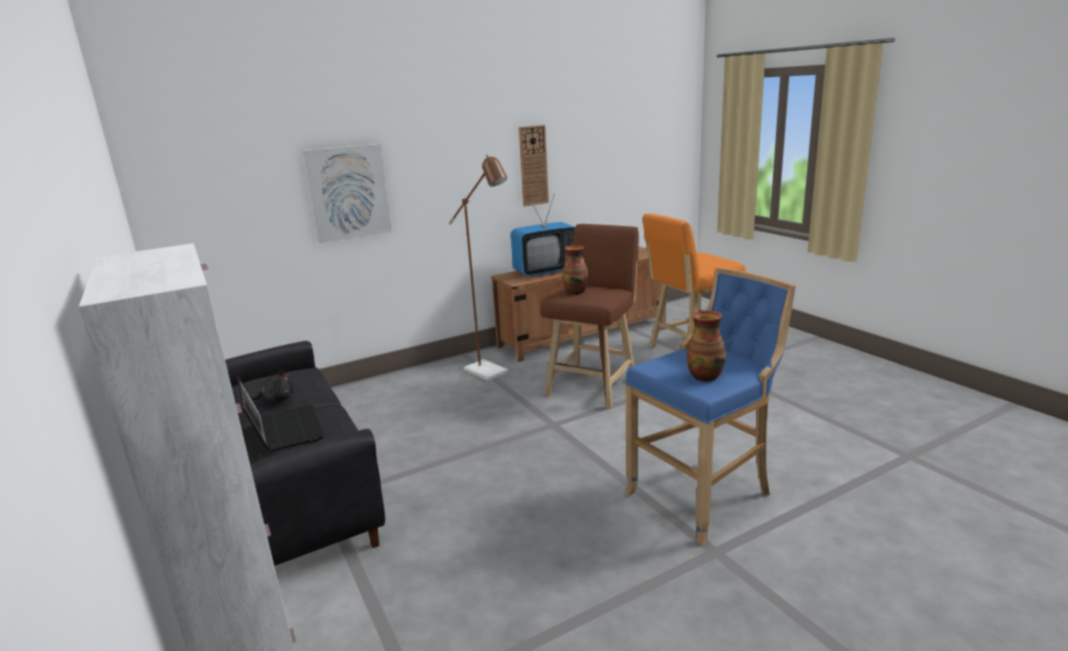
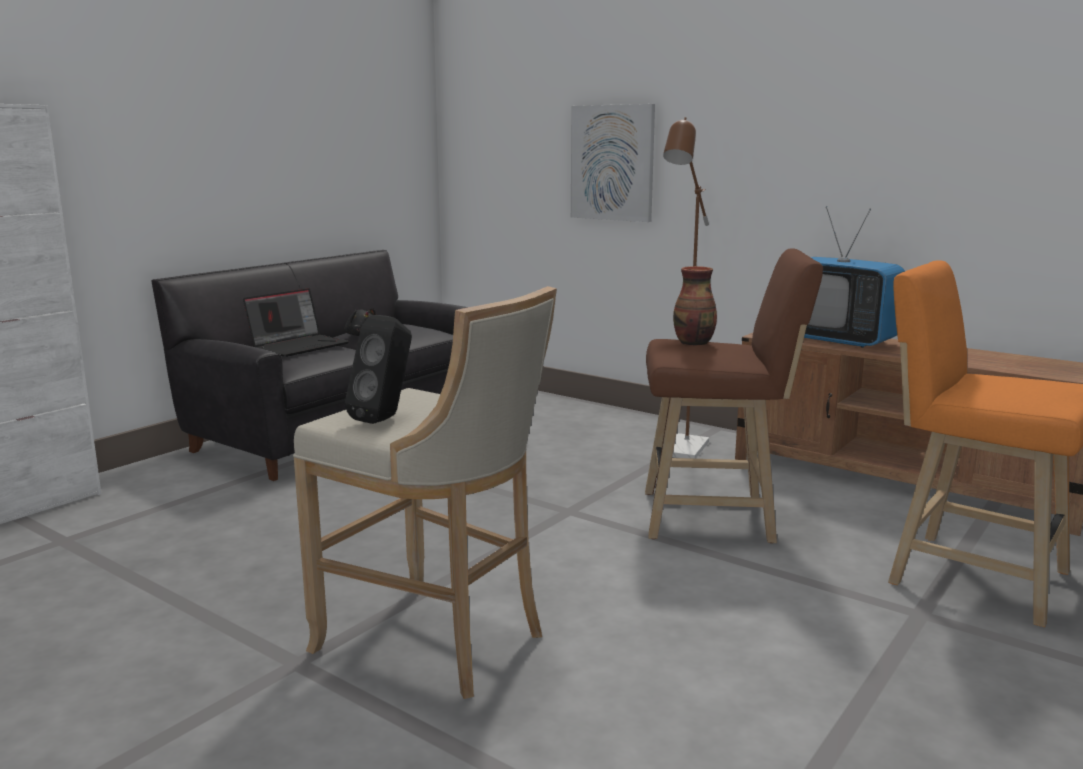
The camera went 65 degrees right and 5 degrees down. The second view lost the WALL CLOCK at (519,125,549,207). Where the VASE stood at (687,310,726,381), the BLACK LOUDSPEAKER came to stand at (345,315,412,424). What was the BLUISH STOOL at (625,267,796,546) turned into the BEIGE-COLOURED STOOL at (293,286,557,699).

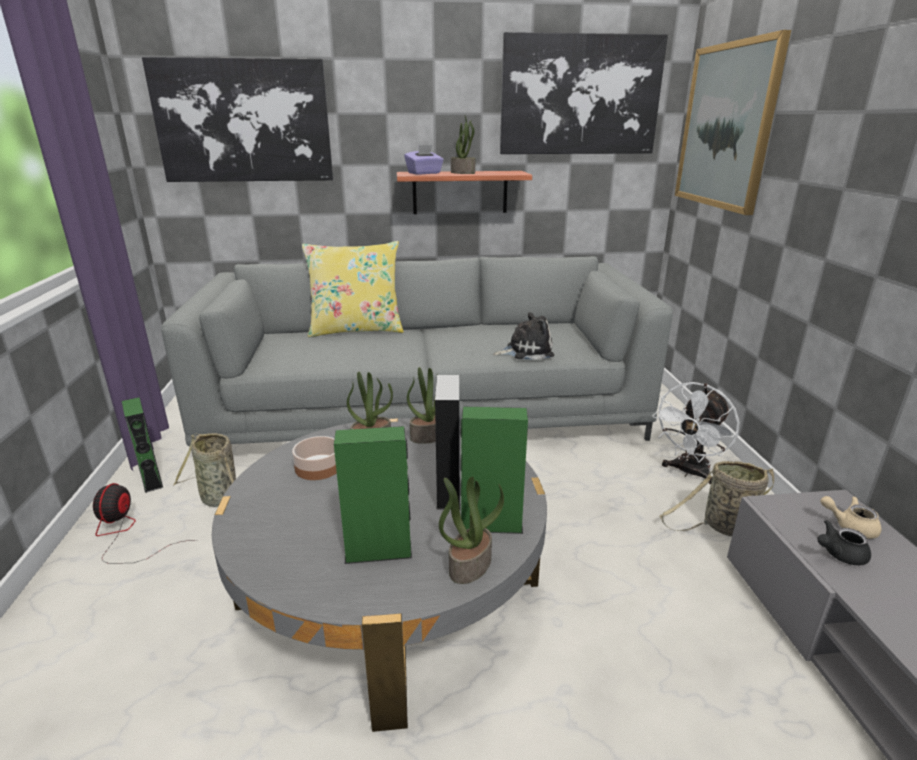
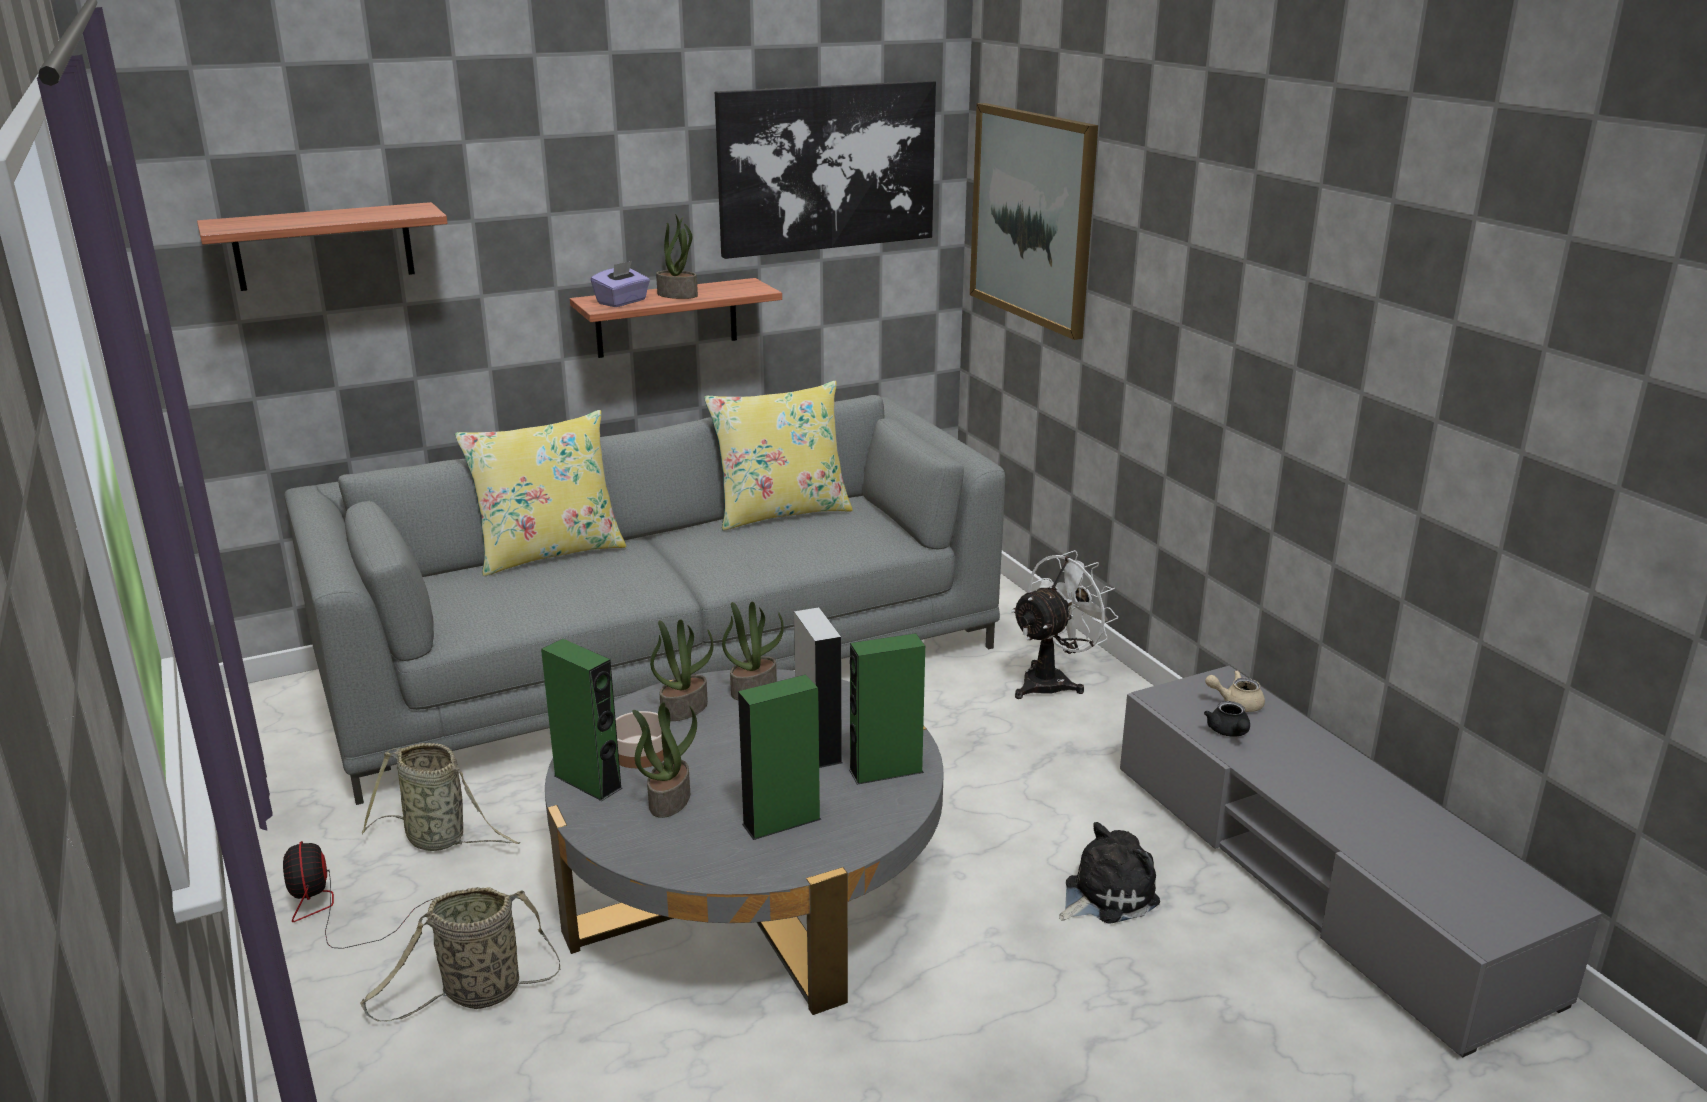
The camera went 20 degrees left and 0 degrees up. The second view gained the YELLOWISH PILLOW at (704,381,853,531). The GREEN-COLOURED LOUDSPEAKER ended up elsewhere, having gone from (122,397,163,493) to (541,639,622,801). The HOUSEPLANT ended up elsewhere, having gone from (439,476,504,584) to (632,702,697,818). The SOFT TOY ended up elsewhere, having gone from (493,312,554,360) to (1059,822,1160,924). The HOUSEHOLD BASKET ended up elsewhere, having gone from (660,461,774,536) to (360,887,561,1022). Where the PICTURE hung at (142,57,333,182), the WALL SHELF came to hang at (197,202,447,291). The WHITE ELECTRIC FAN at (653,382,740,484) ended up facing another way, 150 degrees counterclockwise from before. The BLACK POT FOR TEA at (818,520,871,565) ended up facing another way, 60 degrees counterclockwise from before.

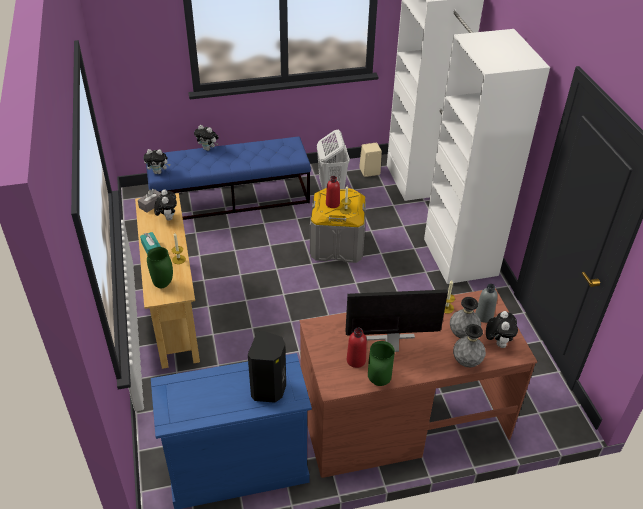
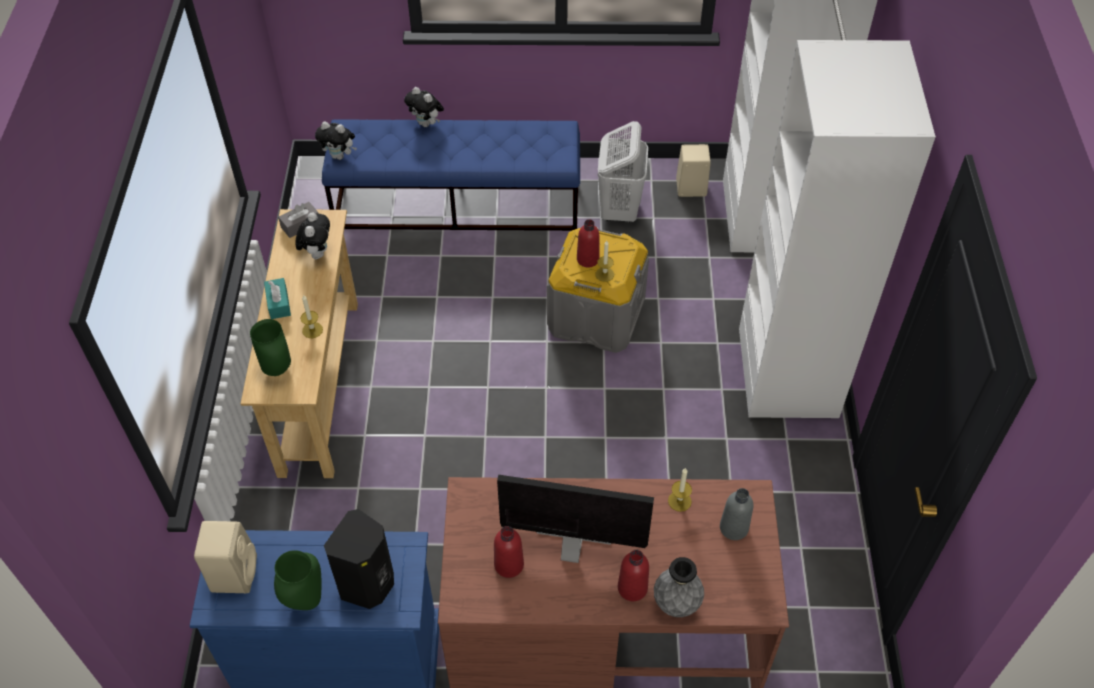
The camera went 15 degrees right and 10 degrees up. The second view lost the GREY VASE at (450,297,481,338). The second view lost the SOFT TOY at (486,311,518,348). The second view gained the BEIGE-COLOURED LOUDSPEAKER at (194,521,257,593). The second view gained the RED-COLOURED DRINK BOTTLE at (618,550,649,601). The GREEN-COLOURED VASE ended up elsewhere, having gone from (368,341,395,386) to (274,550,322,610).

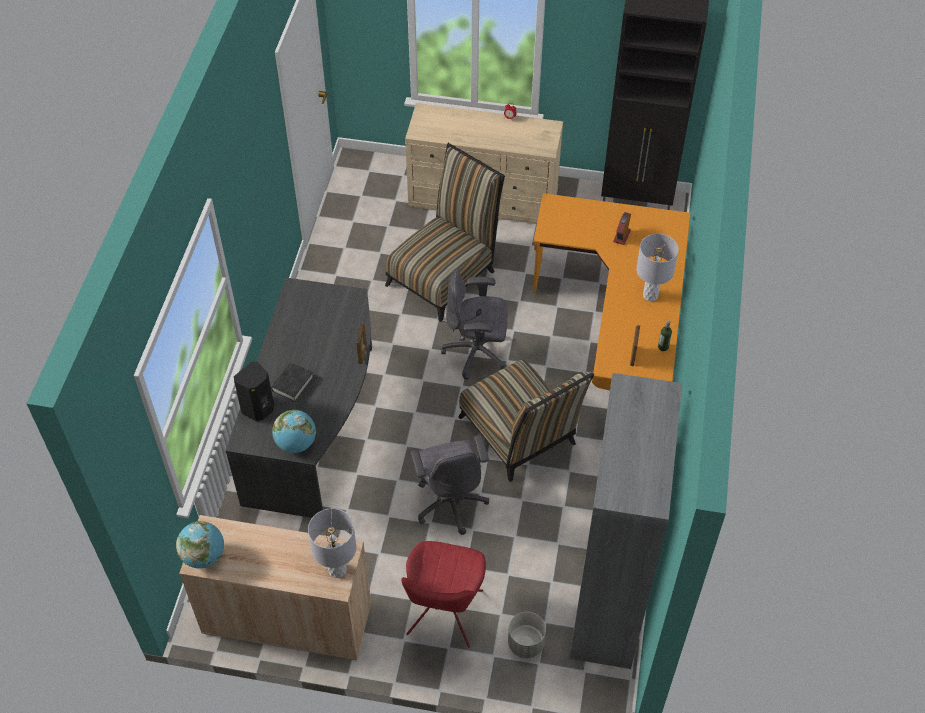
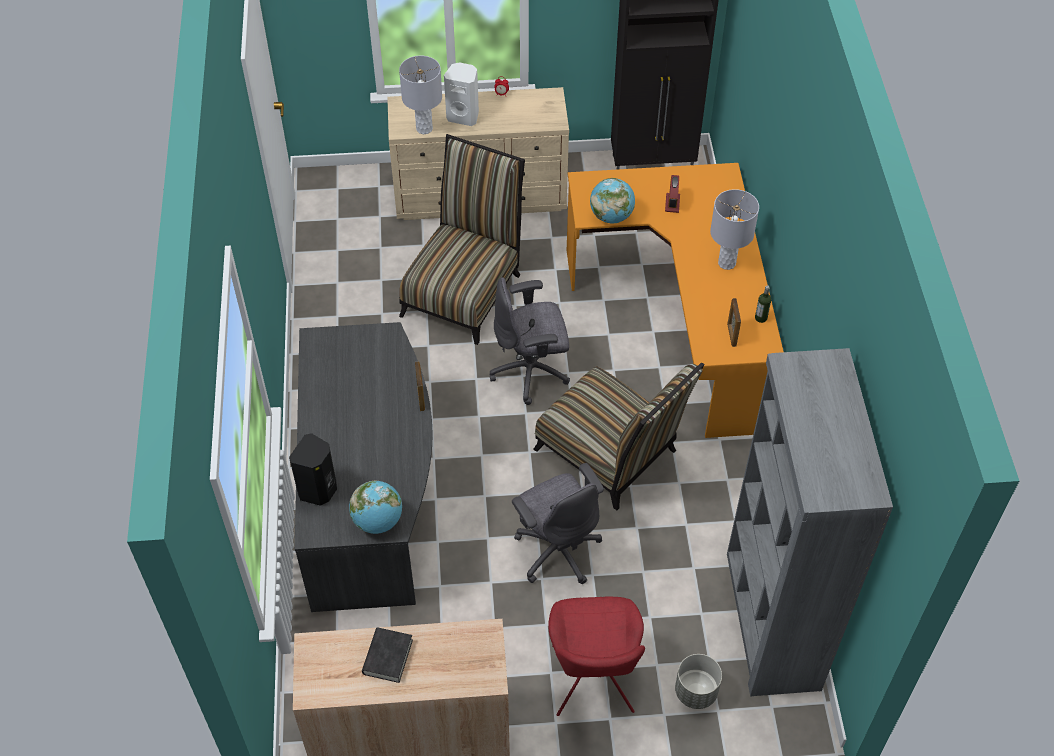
The camera went 15 degrees left and 0 degrees up. The second view gained the WHITE LOUDSPEAKER at (444,62,479,126). The WORLD GLOBE ended up elsewhere, having gone from (176,521,224,569) to (590,178,635,223). The BLACK BOOK ended up elsewhere, having gone from (271,362,314,402) to (362,628,413,683). The GREY TABLETOP LAMP ended up elsewhere, having gone from (308,508,356,578) to (399,56,442,134).

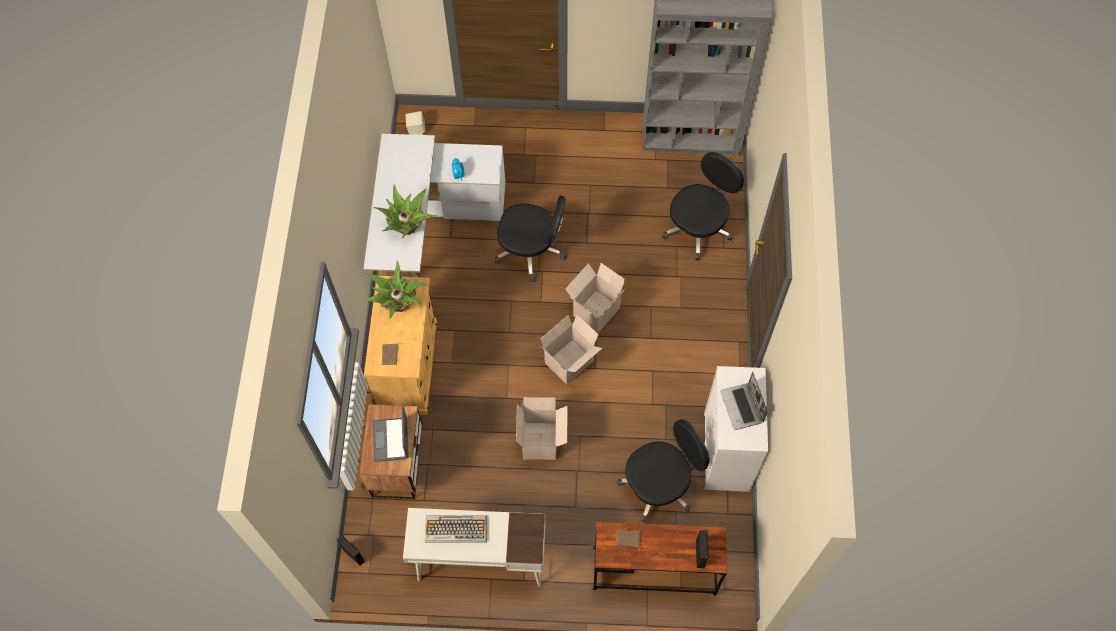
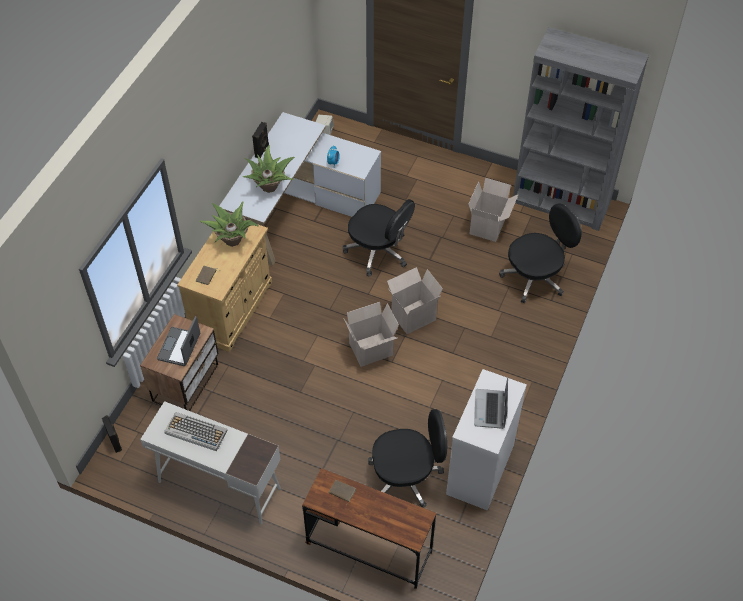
The camera went 20 degrees right and 10 degrees down. The CARTON ended up elsewhere, having gone from (516,397,568,460) to (468,178,519,242). The BLACK LOUDSPEAKER ended up elsewhere, having gone from (696,530,709,569) to (252,122,269,158).

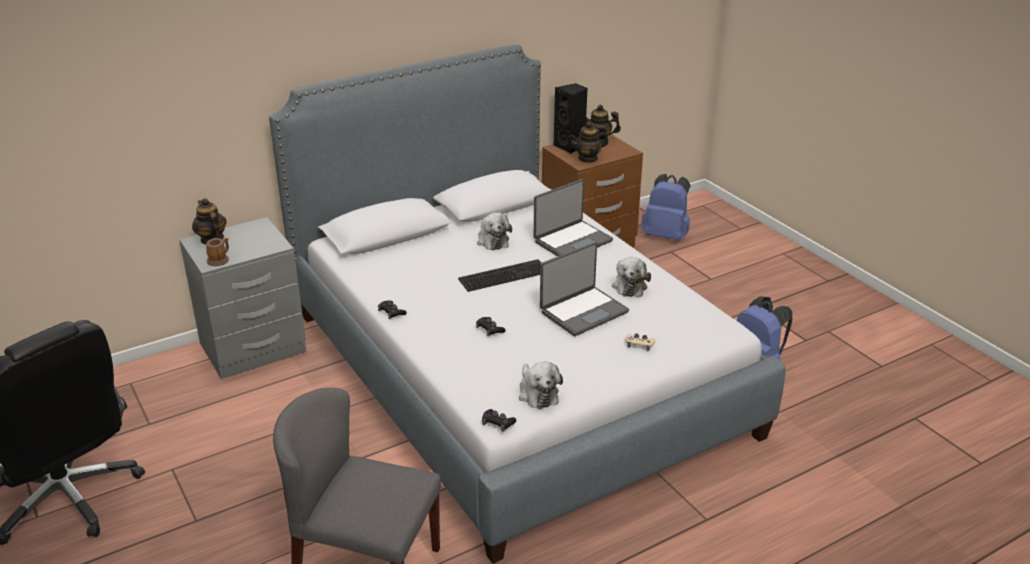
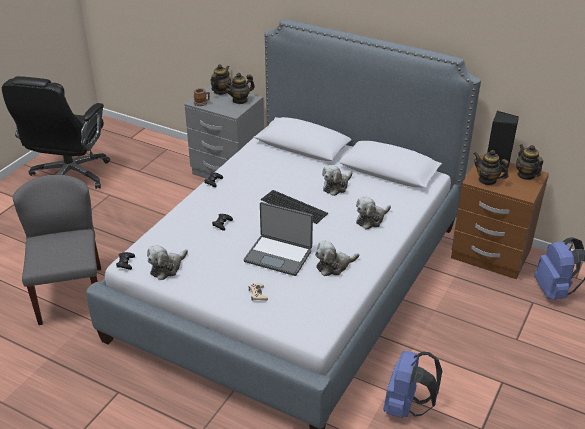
The camera went 60 degrees right and 5 degrees up. The second view gained the POT FOR TEA at (224,73,255,104). Where the NOTEBOOK COMPUTER stood at (534,179,613,256), the SOFT TOY came to stand at (356,197,391,230).

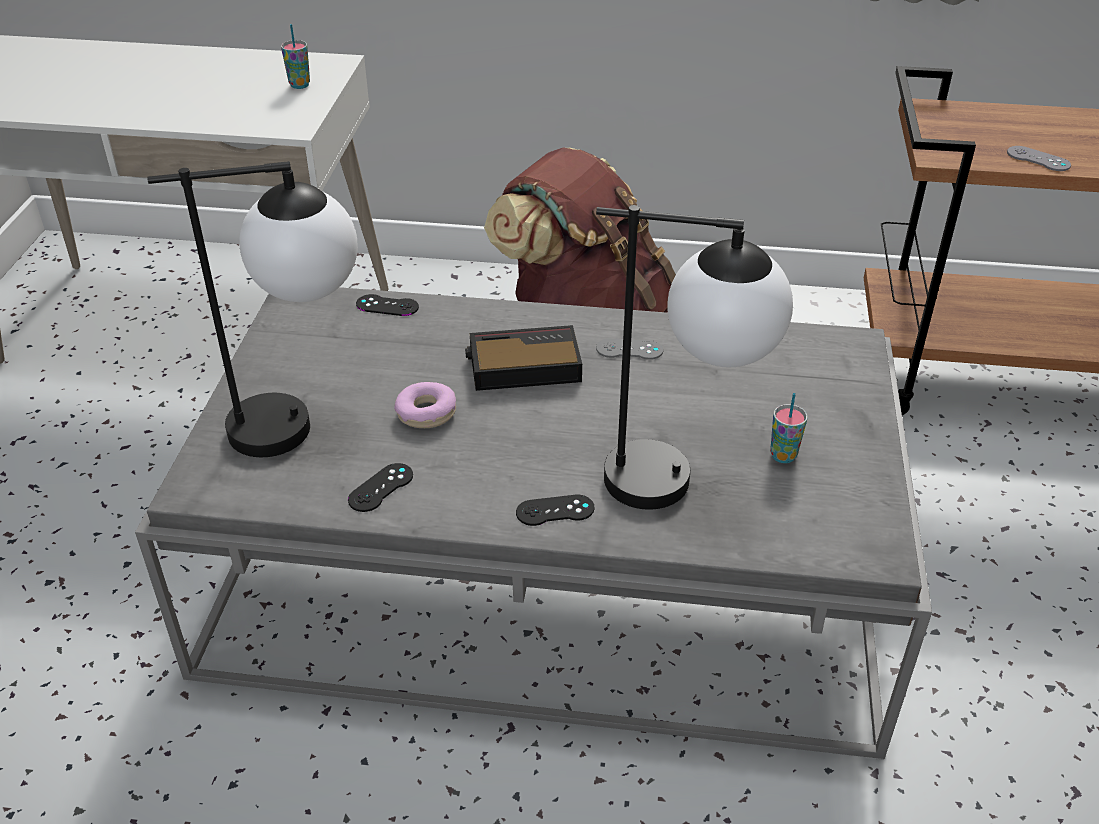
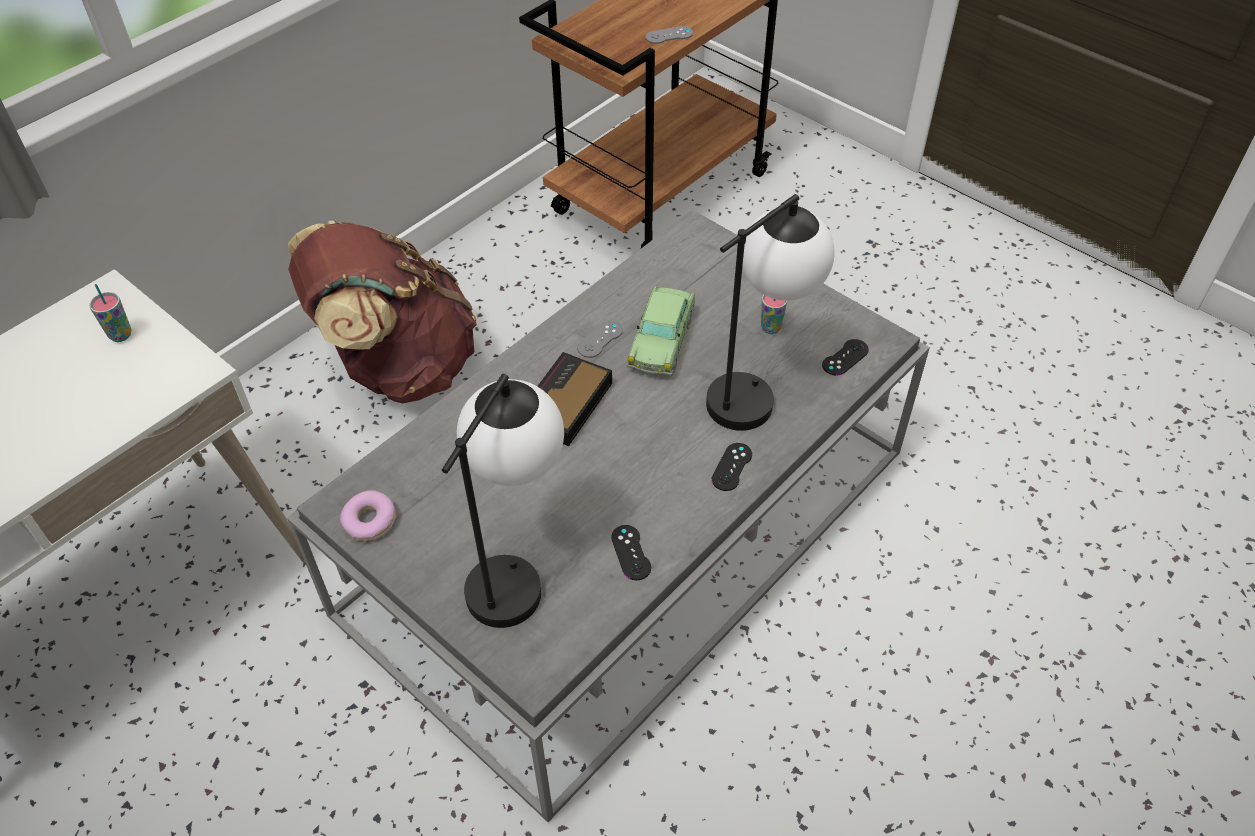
The camera went 55 degrees left and 10 degrees up. The second view gained the MINIATURE CAR at (627,285,695,376). The BLACK JOYPAD ended up elsewhere, having gone from (356,294,419,316) to (822,339,869,375). The DONUT ended up elsewhere, having gone from (394,382,456,428) to (340,491,396,541).

